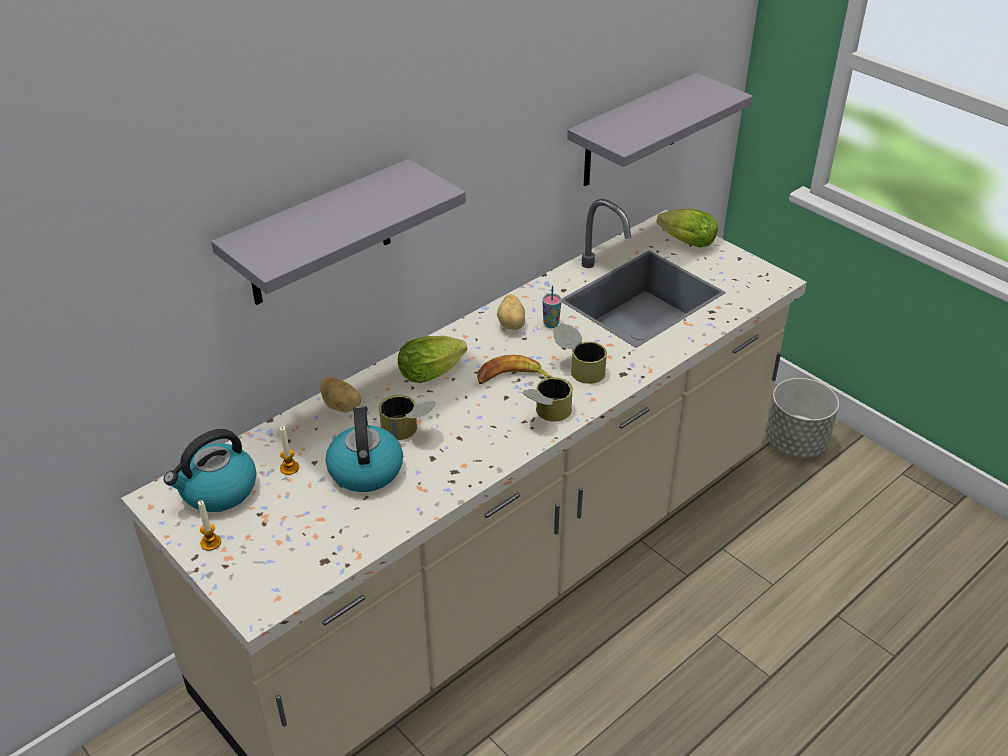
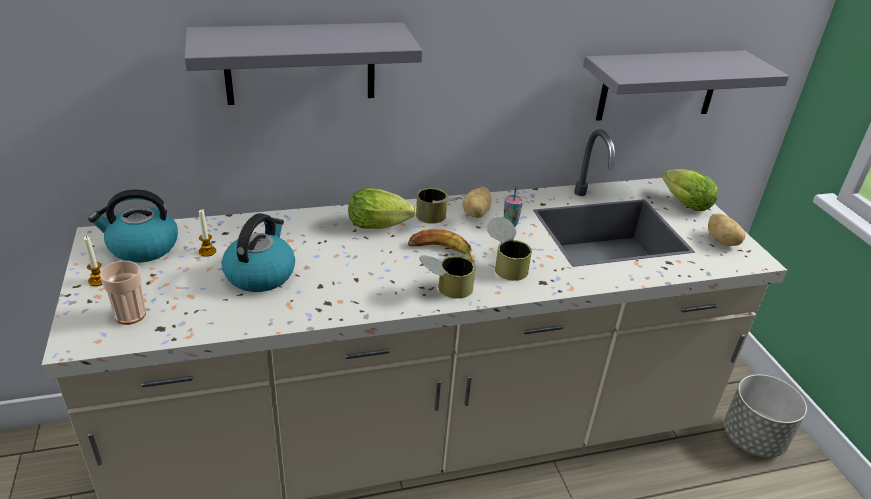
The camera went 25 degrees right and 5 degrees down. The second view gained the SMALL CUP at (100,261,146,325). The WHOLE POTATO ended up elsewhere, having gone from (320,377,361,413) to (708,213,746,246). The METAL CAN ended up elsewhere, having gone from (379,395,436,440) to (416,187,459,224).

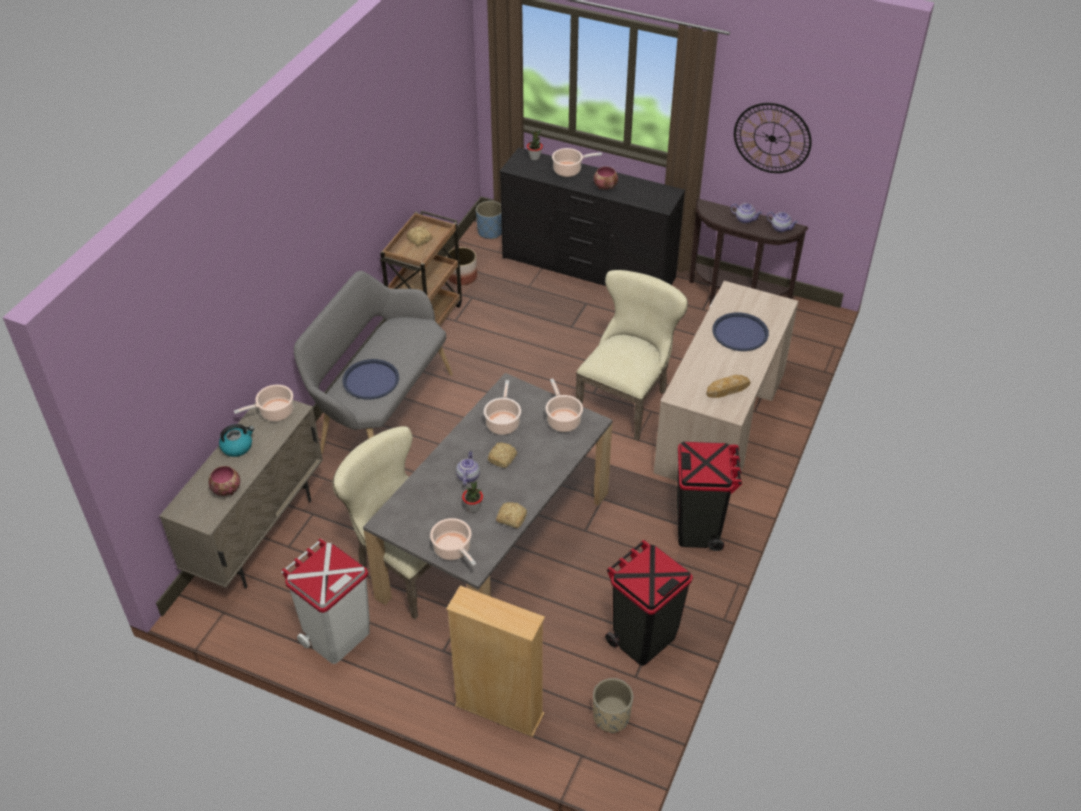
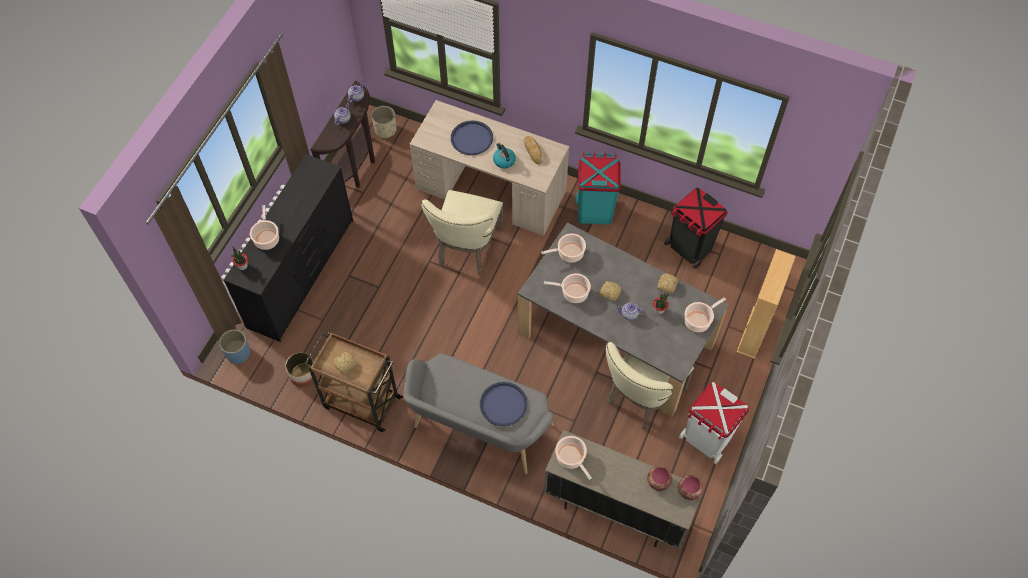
The camera went 90 degrees left and 15 degrees up. The second view lost the WALL CLOCK at (734,103,812,173). The KETTLE ended up elsewhere, having gone from (219,424,254,457) to (493,143,516,169). The BEIGE-COLOURED FLOWER POT ended up elsewhere, having gone from (593,678,633,733) to (372,106,397,139). The SERVING BOWL ended up elsewhere, having gone from (594,167,618,190) to (678,475,703,500). What was the BLACK RUBBISH BIN at (677,442,742,551) turned into the TURQUOISE RUBBISH BIN at (575,152,620,224). The BEIGE-COLOURED PLAIN CHAIR at (576,270,688,441) ended up facing another way, 105 degrees counterclockwise from before.

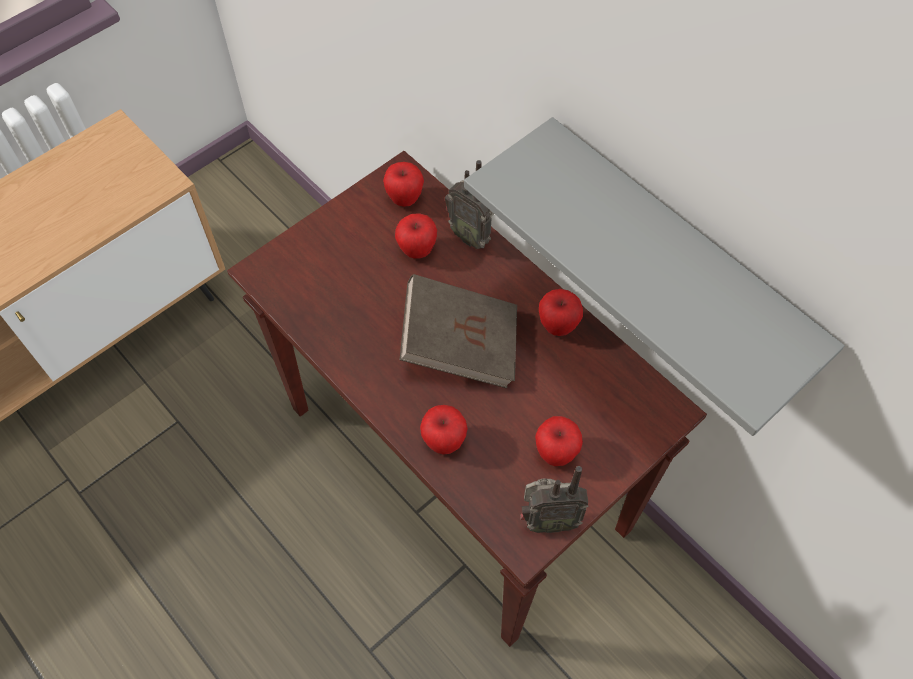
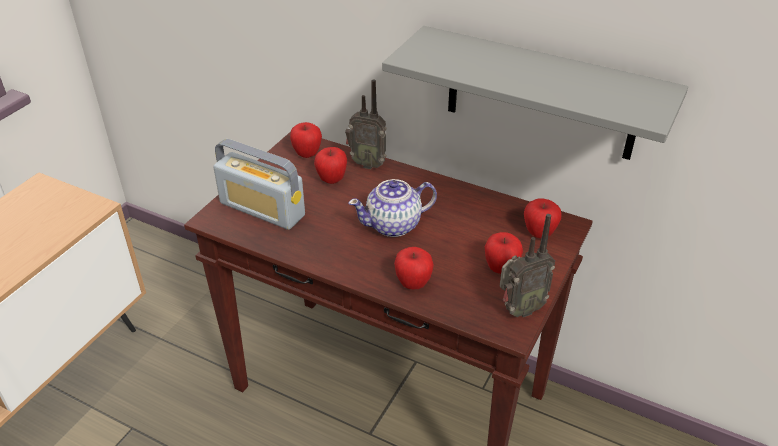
The camera went 20 degrees left and 20 degrees down. The second view gained the RADIO at (213,139,305,230). The APPLE ended up elsewhere, having gone from (539,289,583,336) to (524,198,562,238). Where the BROWNISH BOOK stood at (399,274,517,388), the POT FOR TEA came to stand at (348,179,437,237).

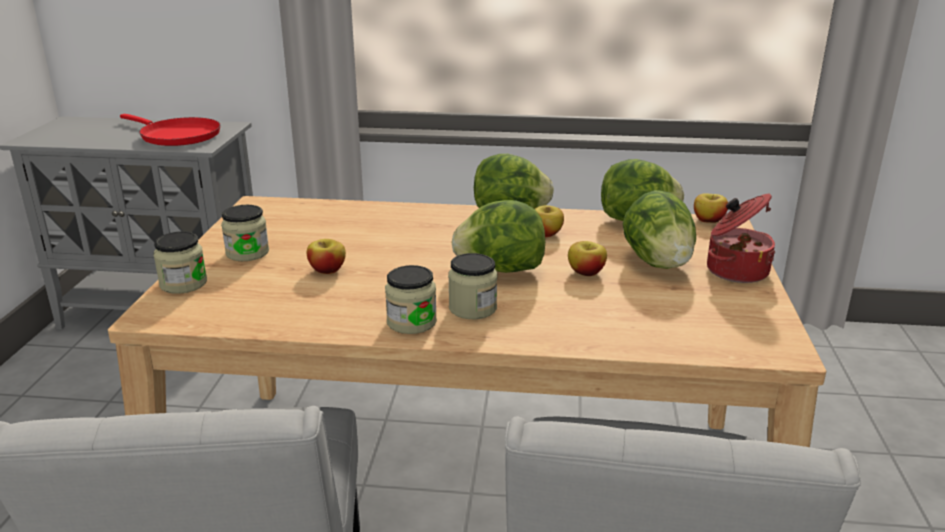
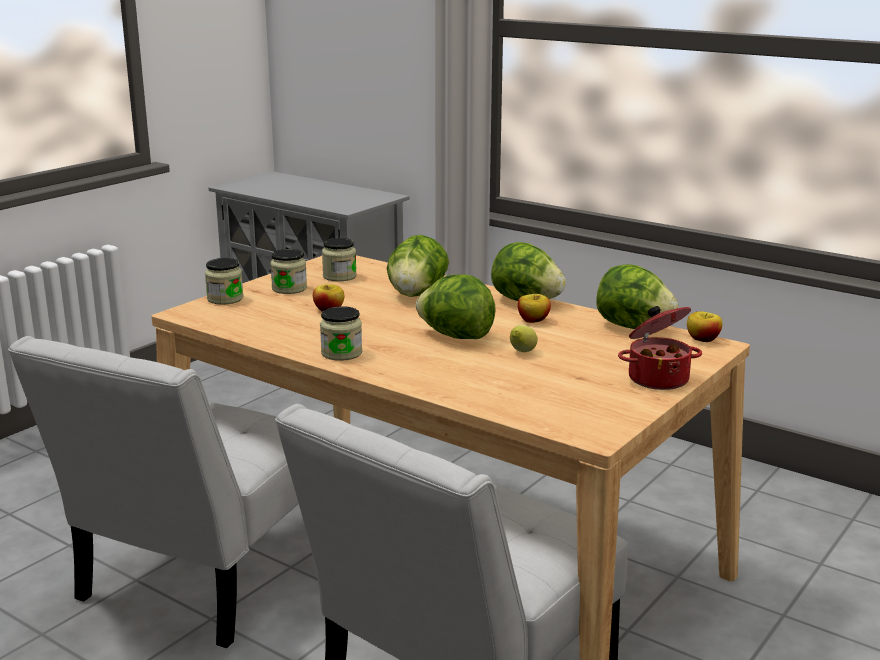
The camera went 30 degrees right and 5 degrees down. The second view lost the RED-COLOURED PAN at (120,114,221,146). The JAR ended up elsewhere, having gone from (448,253,497,319) to (322,238,357,282). The HEAD OF LETTUCE ended up elsewhere, having gone from (622,190,696,269) to (387,235,449,297). Where the APPLE stood at (568,241,607,276), the CITRUS FRUIT came to stand at (510,325,538,352).

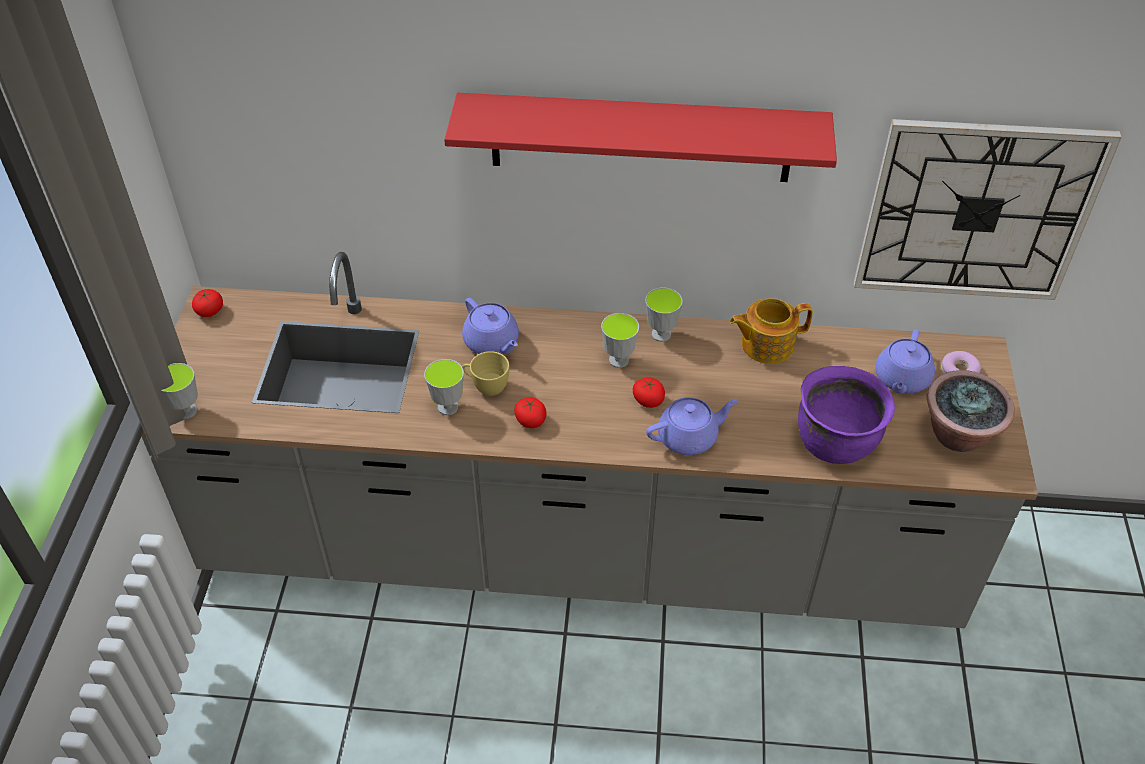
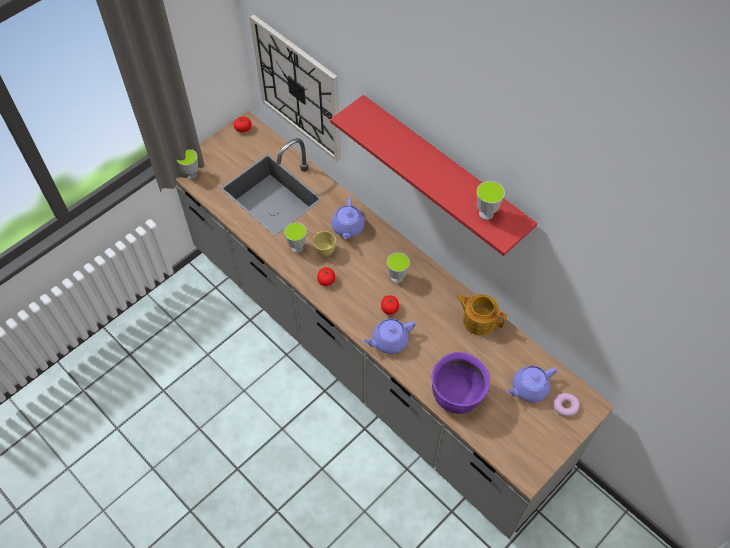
The camera went 40 degrees right and 10 degrees up. The second view lost the HOUSEPLANT at (927,370,1015,452). The SMALL CUP ended up elsewhere, having gone from (645,288,683,342) to (477,181,505,220). The WALL CLOCK ended up elsewhere, having gone from (854,119,1122,300) to (250,14,341,161). The PURPLE POT FOR TEA at (646,397,738,455) ended up facing another way, 135 degrees clockwise from before.

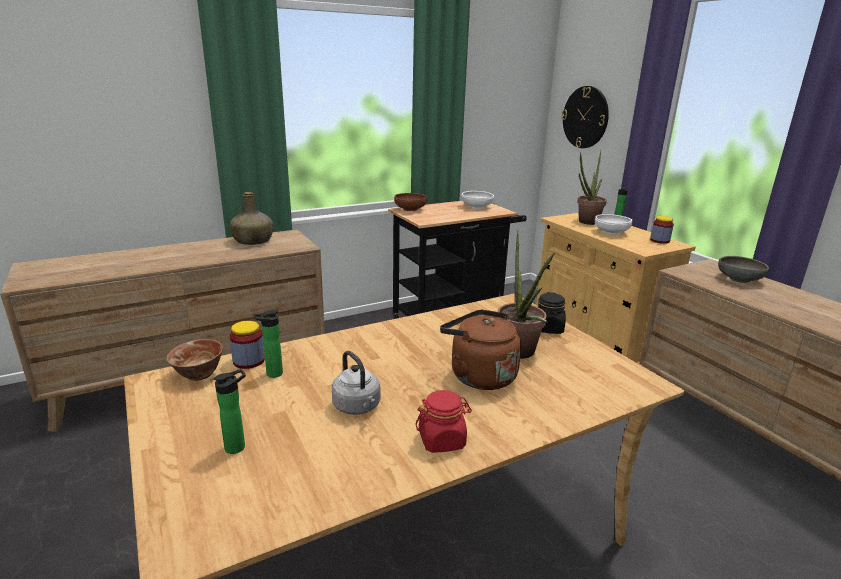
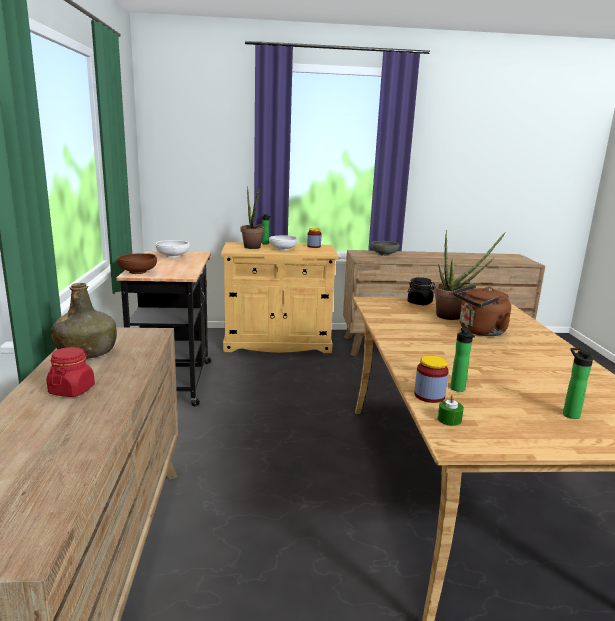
The camera went 65 degrees left and 5 degrees down. The second view lost the GREY KETTLE at (332,351,381,415). The second view lost the WALL CLOCK at (562,86,609,148). The RED-COLOURED JAR ended up elsewhere, having gone from (415,390,472,453) to (46,347,95,397). Where the SERVING BOWL stood at (166,339,223,381), the GREEN-COLOURED WAX LIGHT came to stand at (438,394,464,426).

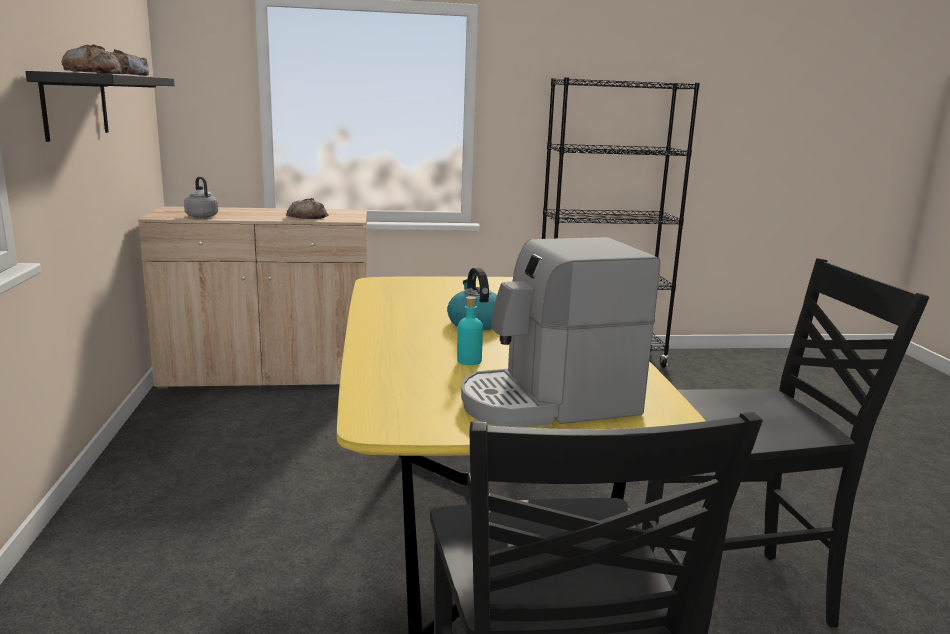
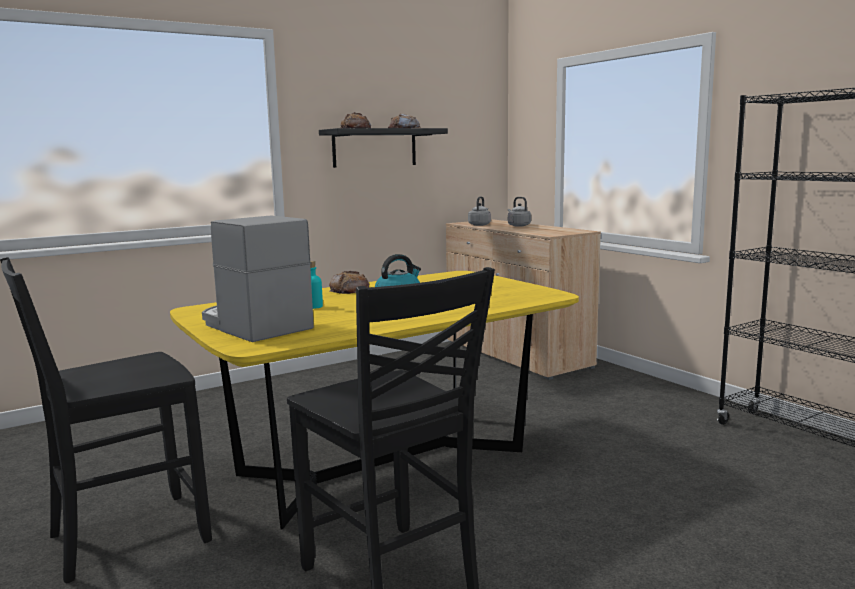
The camera went 65 degrees right and 5 degrees down. The second view gained the GREY KETTLE at (508,197,531,227). The BAKERY BREAD ended up elsewhere, having gone from (286,198,329,219) to (329,271,369,294).

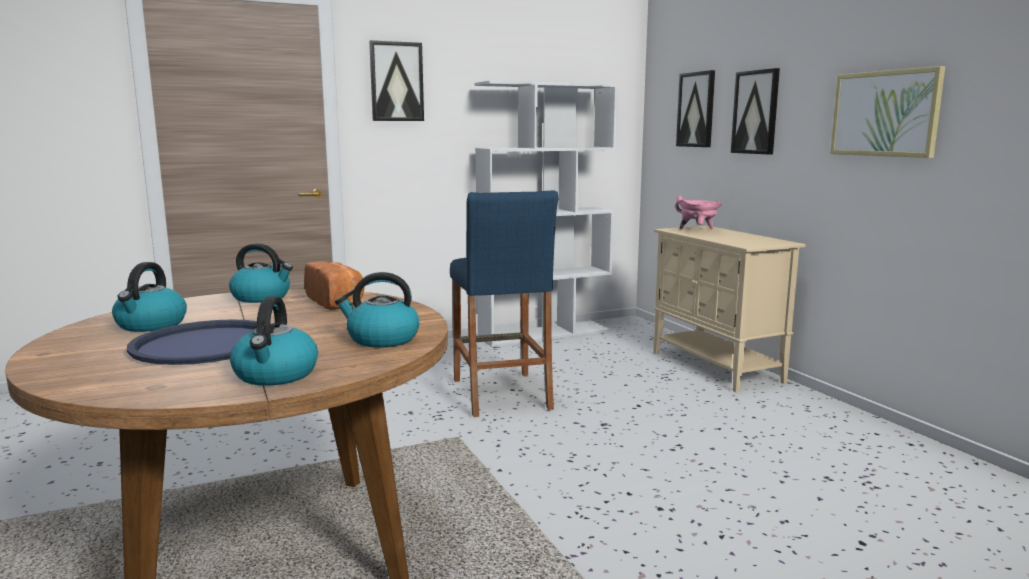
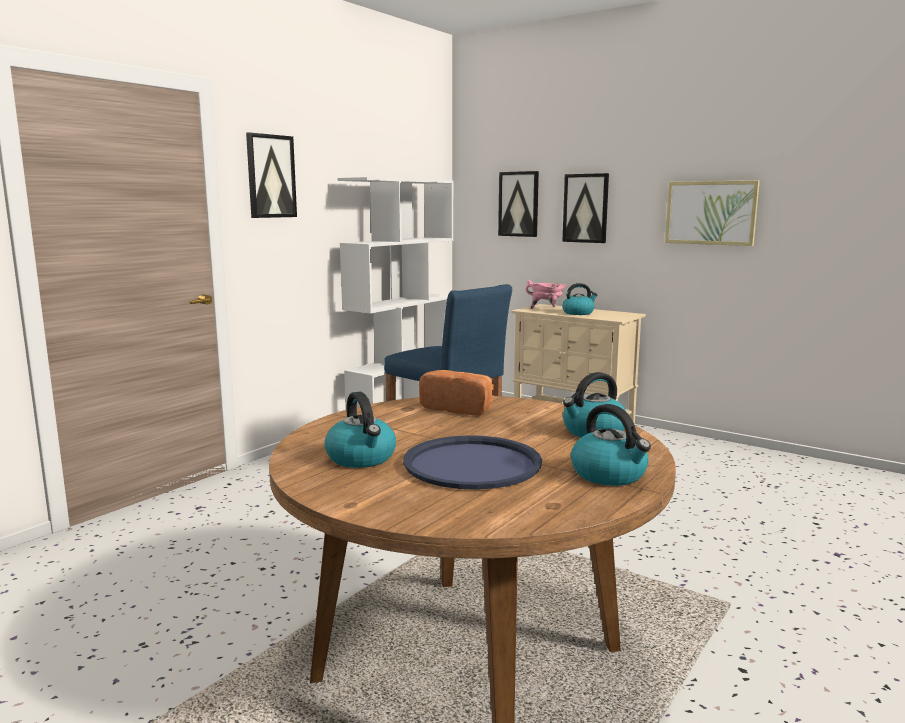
The camera went 30 degrees left and 0 degrees up. The KETTLE ended up elsewhere, having gone from (229,243,293,303) to (562,283,598,315).

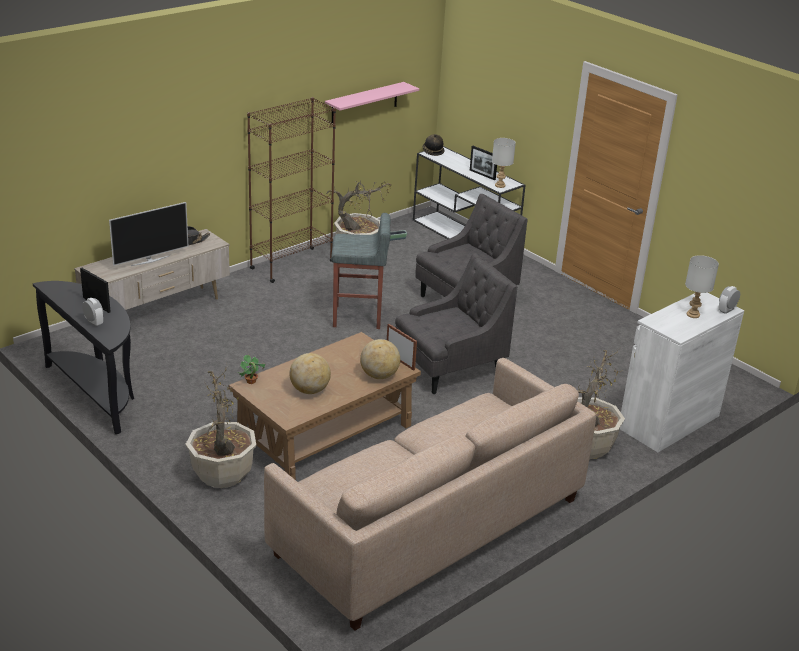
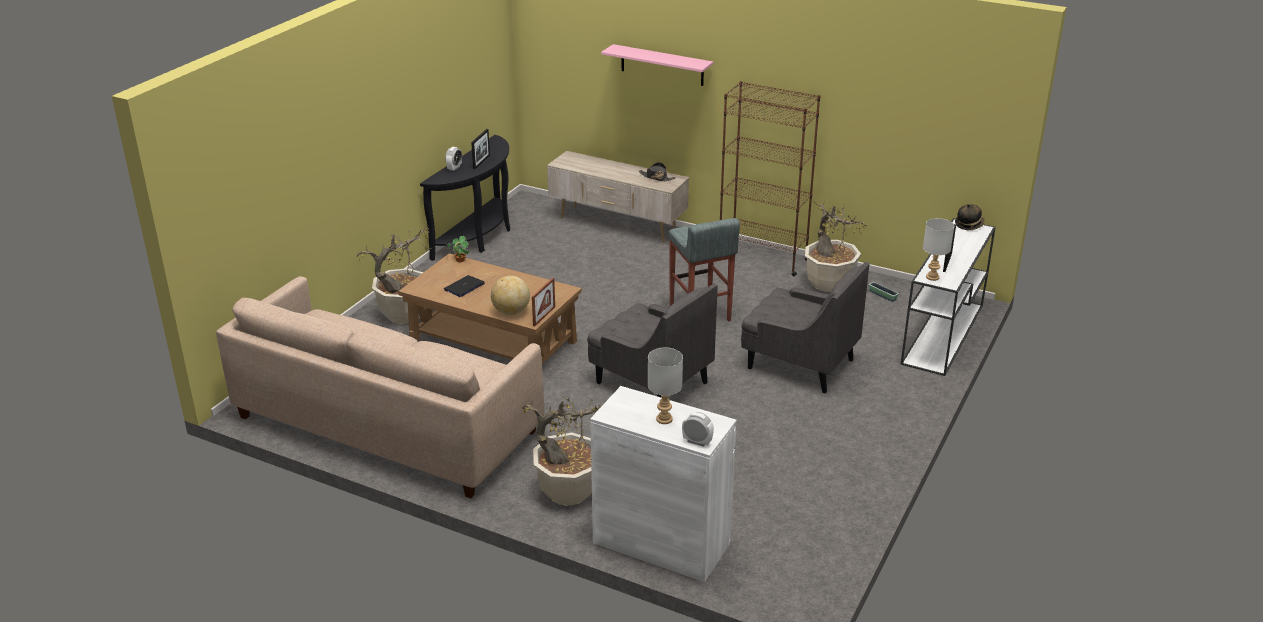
The camera went 70 degrees right and 0 degrees up. The second view lost the TELEVISION at (109,202,189,266). The PINKISH WALL SHELF ended up elsewhere, having gone from (325,82,419,123) to (601,44,713,86). Where the WORLD GLOBE stood at (289,353,331,394), the NOTEBOOK COMPUTER came to stand at (444,275,485,297).

